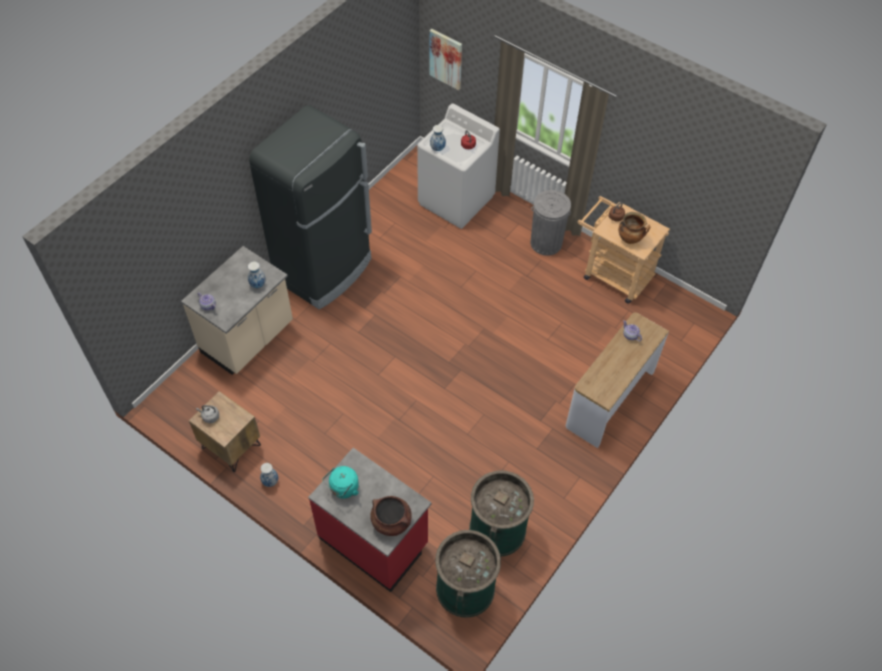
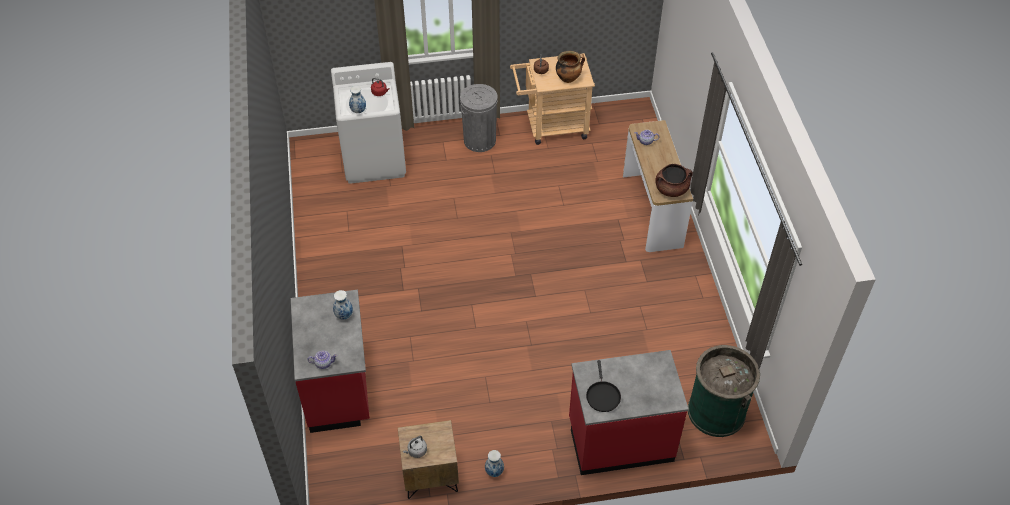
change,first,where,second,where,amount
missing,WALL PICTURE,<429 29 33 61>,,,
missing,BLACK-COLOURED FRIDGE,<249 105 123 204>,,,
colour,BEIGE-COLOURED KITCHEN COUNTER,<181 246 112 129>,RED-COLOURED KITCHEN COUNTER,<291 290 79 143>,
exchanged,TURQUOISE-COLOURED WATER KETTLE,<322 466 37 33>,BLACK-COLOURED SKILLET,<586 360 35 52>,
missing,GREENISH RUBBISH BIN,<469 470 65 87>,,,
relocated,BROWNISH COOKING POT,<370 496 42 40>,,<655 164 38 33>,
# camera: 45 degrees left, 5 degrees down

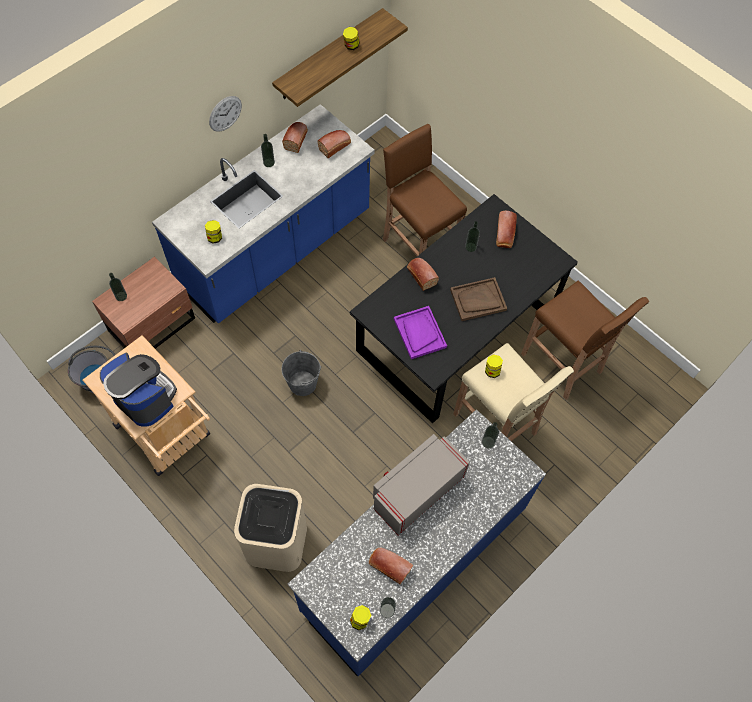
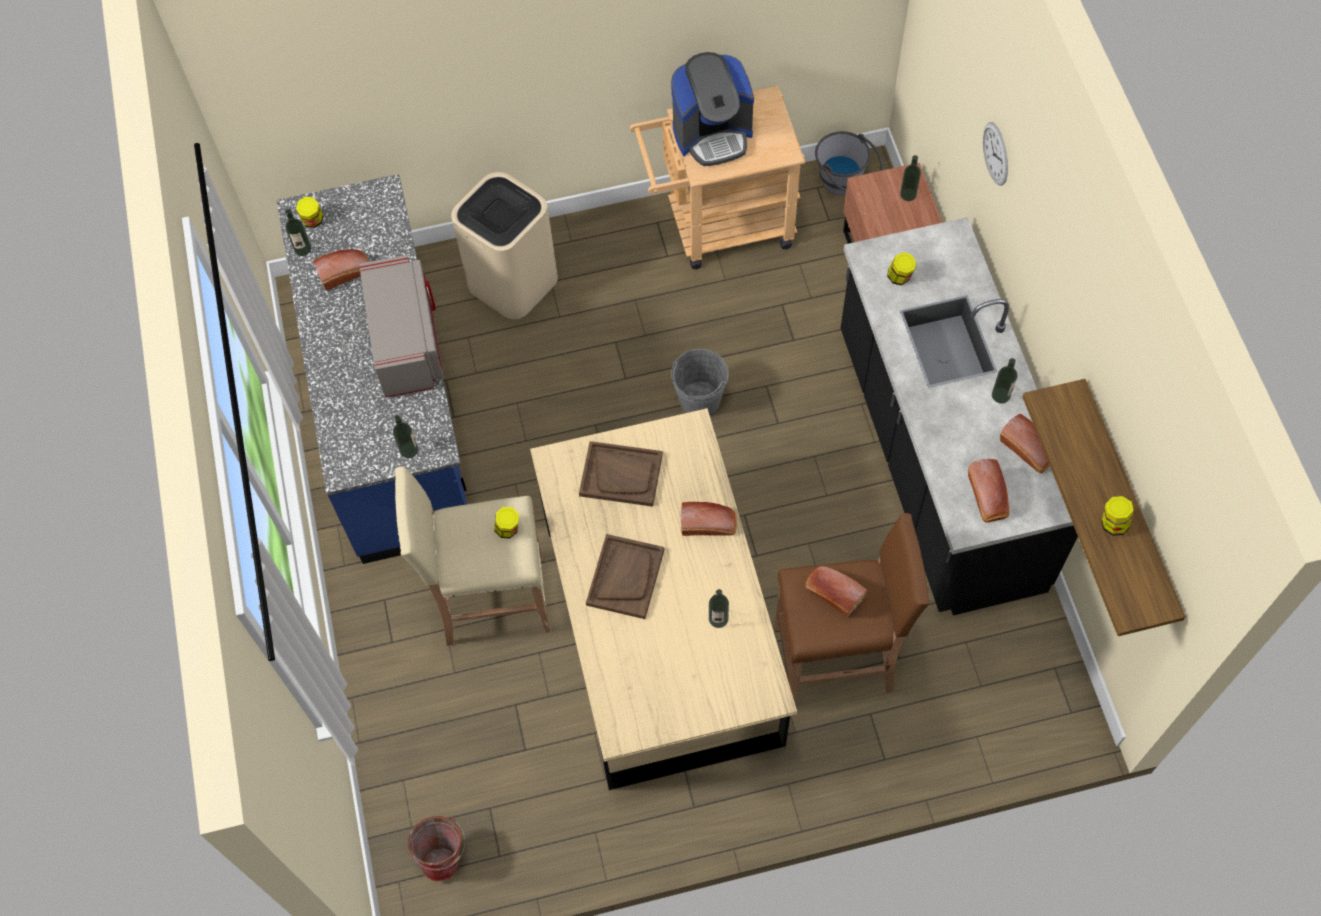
change,first,where,second,where,amount
relocated,WALL CLOCK,<209 96 33 36>,,<983 122 25 64>,
colour,BLUE-COLOURED KITCHEN COUNTER,<152 104 223 220>,BLACK-COLOURED KITCHEN COUNTER,<841 217 237 398>,
colour,BLACK-COLOURED DINNER TABLE,<350 194 228 229>,BEIGE-COLOURED DINNER TABLE,<530 408 267 382>,
relocated,BAKERY BREAD,<496 211 21 37>,,<805 566 62 51>,
missing,BROWNISH STOOL,<521 281 128 119>,,,
colour,PURPLE-COLOURED TRAY,<394 306 53 53>,BROWNISH TRAY,<579 441 84 66>,
appeared,,,PAIL,<408 816 57 66>,
# camera: 125 degrees right, 0 degrees up

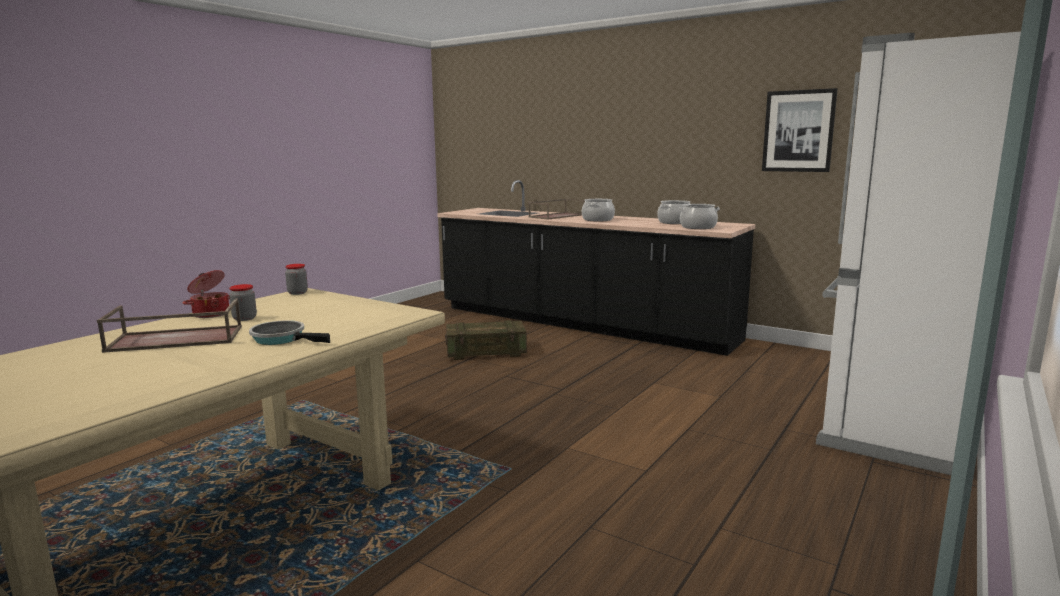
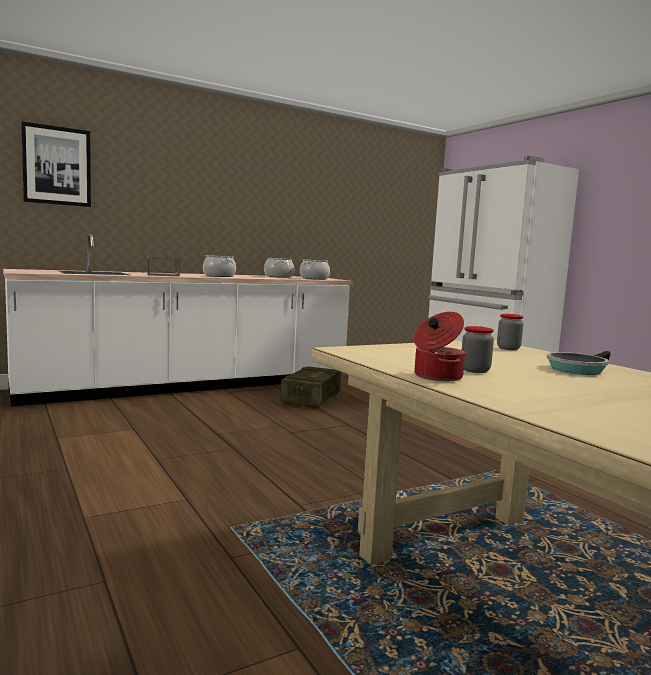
change,first,where,second,where,amount
relocated,WALL PICTURE,<762 88 76 84>,,<21 121 70 86>,
colour,BLACK-COLOURED KITCHEN COUNTER,<437 180 318 176>,WHITE-COLOURED KITCHEN COUNTER,<3 234 350 172>,
relocated,PRESERVE JAR,<285 264 23 31>,,<497 314 26 36>,
missing,BROWNISH TRAY,<97 298 145 55>,,,
relocated,CRATE,<445 320 82 40>,,<280 367 61 42>,
# camera: 65 degrees left, 5 degrees down

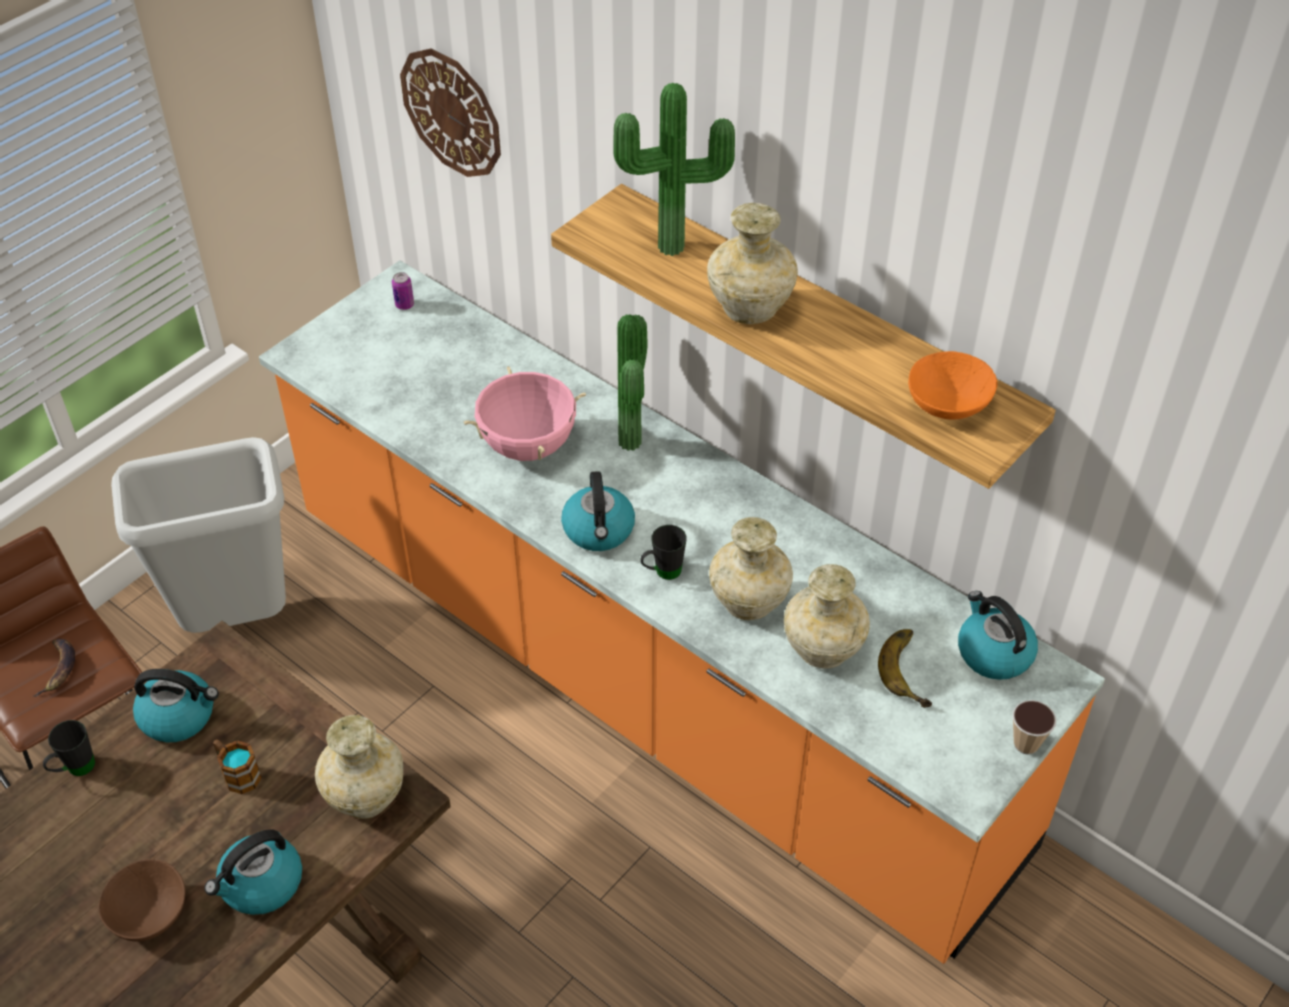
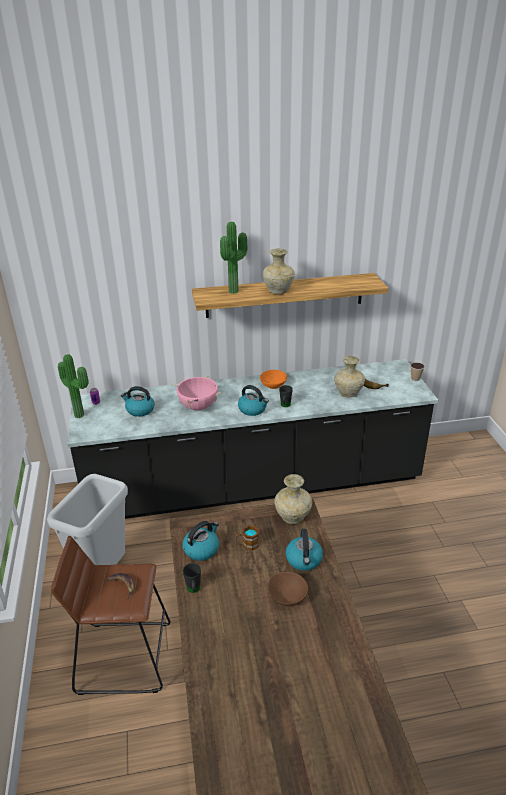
change,first,where,second,where,amount
missing,WALL CLOCK,<400 48 101 129>,,,
colour,ORANGE-COLOURED KITCHEN COUNTER,<259 260 846 704>,BLACK-COLOURED KITCHEN COUNTER,<67 359 371 160>,
relocated,HOUSEPLANT,<617 314 31 137>,,<58 354 31 64>,
relocated,ORANGE-COLOURED BOWL,<908 351 89 69>,,<260 370 27 19>,
missing,BEIGE-COLOURED DECORATIVE VASE,<709 517 84 103>,,,
relocated,WATER KETTLE,<958 591 80 89>,,<121 386 34 31>,
# camera: 50 degrees left, 15 degrees down

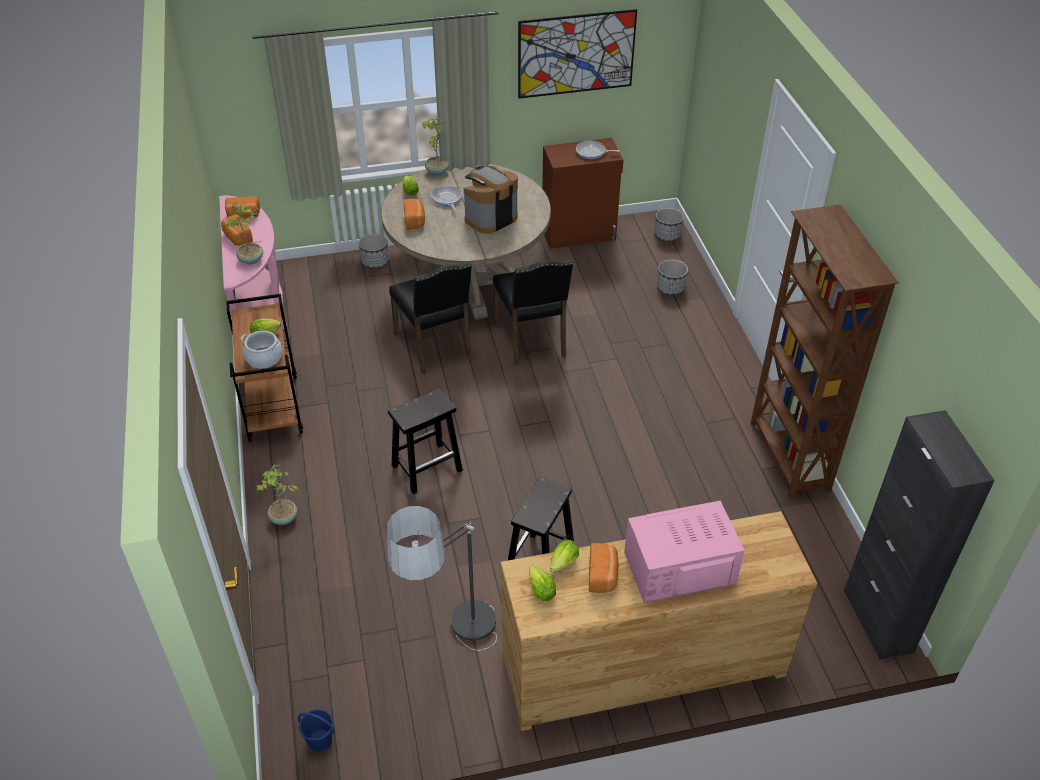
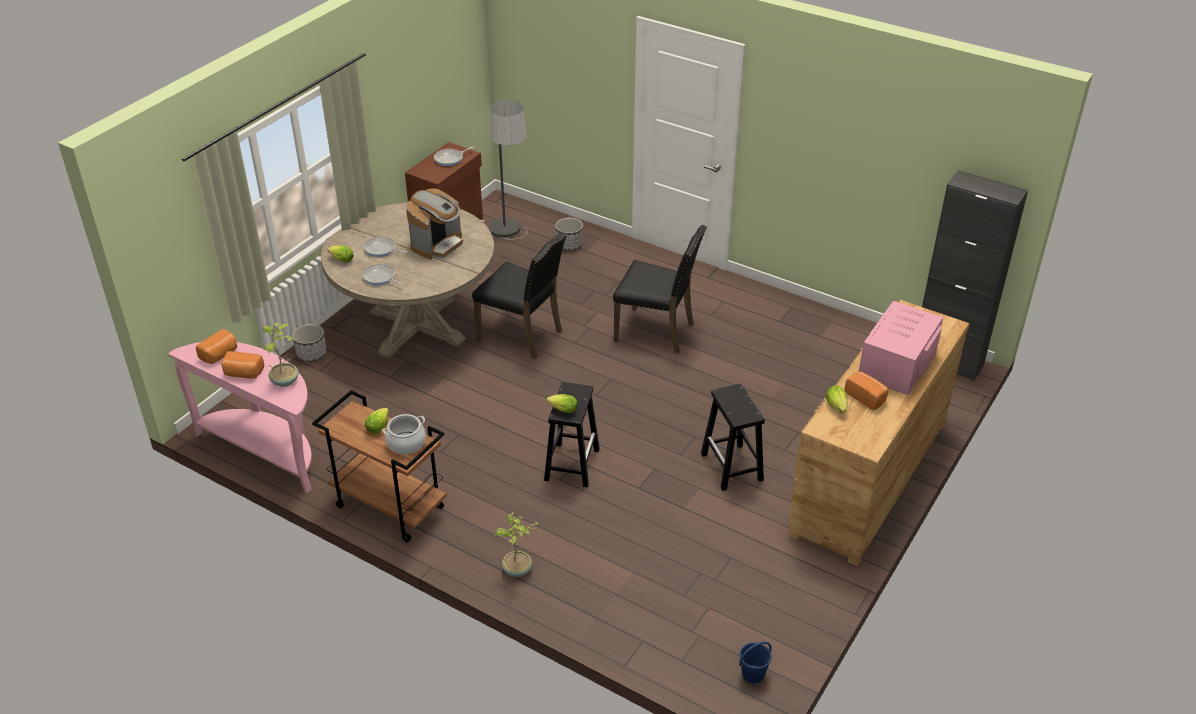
change,first,where,second,where,amount
missing,WALL PICTURE,<518 9 119 90>,,,
missing,HOUSEPLANT,<421 118 28 57>,,,
spun,COFFEE MACHINE,<464 166 54 68>,,<406 188 57 72>,150 degrees counterclockwise
exchanged,BAKERY BREAD,<404 199 21 31>,SKILLET,<362 264 41 21>,
missing,BROWNISH BOOKSHELF,<751 204 148 295>,,,
missing,PLANT POT,<654 208 30 34>,,,
relocated,BLACK-COLOURED PLAIN CHAIR,<389 262 83 112>,,<613 225 94 129>,
relocated,STANDING LAMP,<387 506 110 145>,,<489 100 38 139>,
relocated,LETTUCE,<529 566 27 35>,,<546 394 32 19>,
# camera: 45 degrees left, 5 degrees down

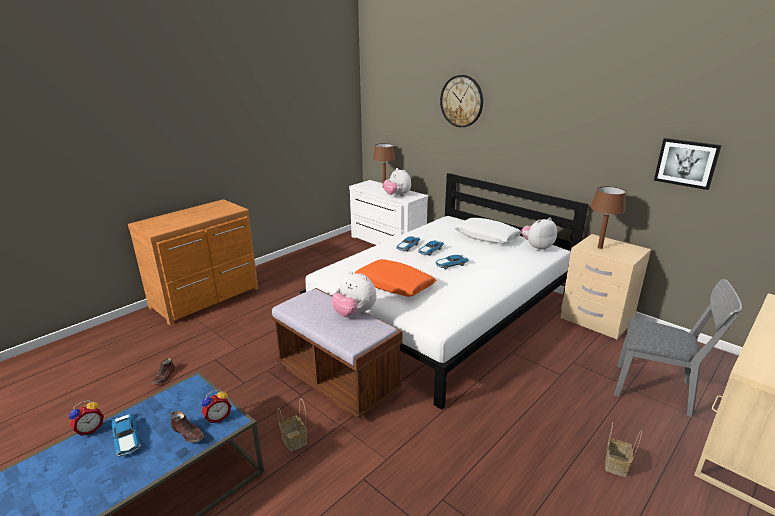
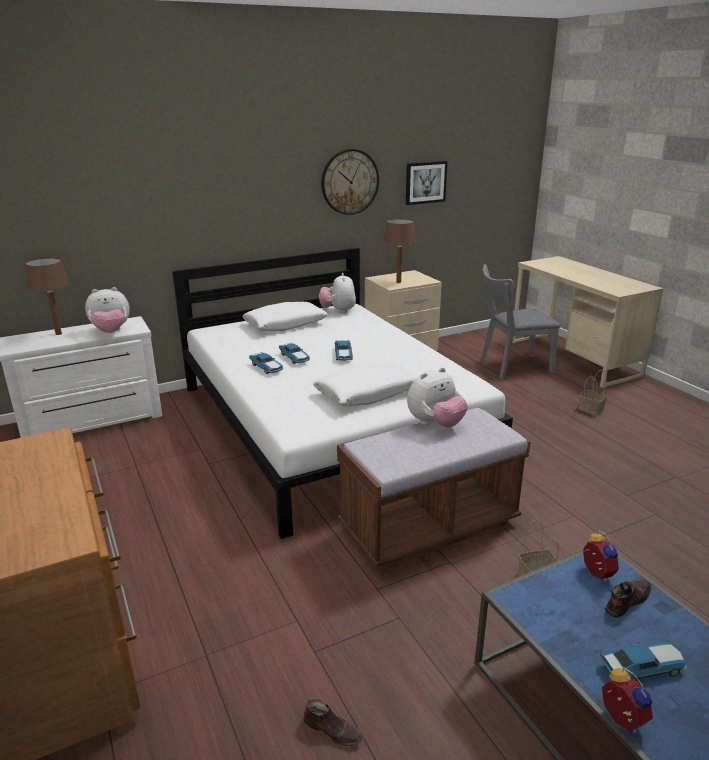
change,first,where,second,where,amount
relocated,WALL CLOCK,<440 75 43 52>,,<321 149 58 66>,
colour,ORANGE-COLOURED CUSHION,<355 259 81 38>,WHITE-COLOURED CUSHION,<313 361 105 45>,
spun,GRAY PLAIN CHAIR,<614 279 128 138>,,<481 264 79 115>,150 degrees counterclockwise
# camera: 70 degrees left, 0 degrees up

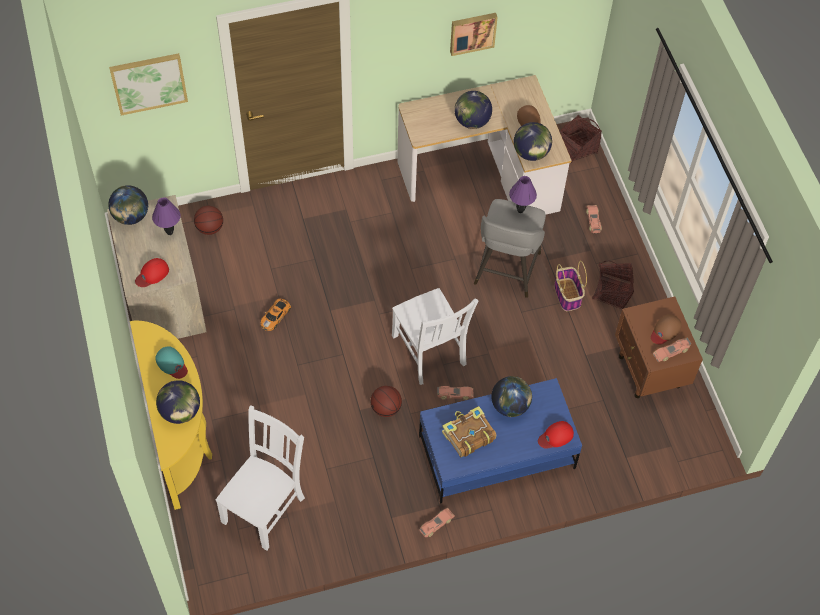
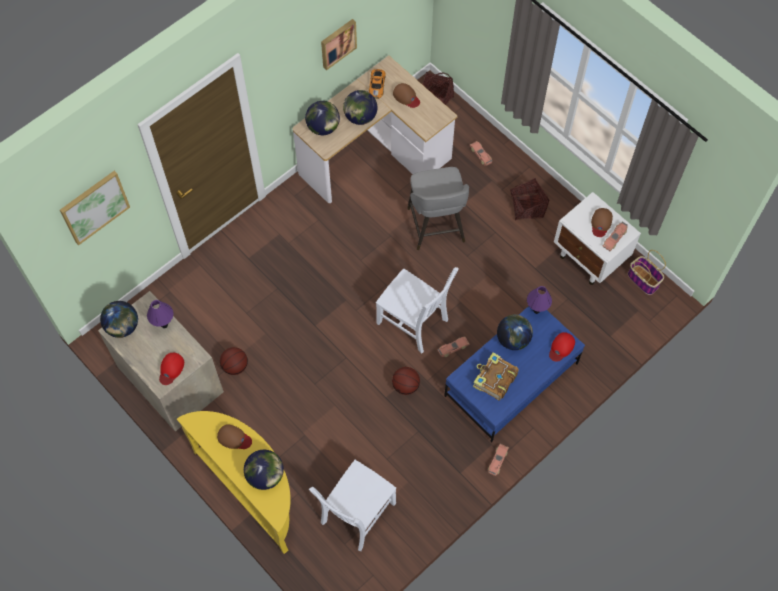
change,first,where,second,where,amount
relocated,WORLD GLOBE,<514 122 38 39>,,<305 101 35 34>,
relocated,PURPLE-COLOURED LAMP FOR A TABLE,<509 176 28 37>,,<527 286 25 28>,
relocated,BASKETBALL,<194 206 29 29>,,<220 347 28 28>,
relocated,BASKET,<554 261 33 50>,,<628 250 38 45>,
colour,BROWNISH BEDSIDE TABLE,<615 296 88 102>,WHITE-COLOURED BEDSIDE TABLE,<554 192 87 93>,
relocated,MODEL CAR,<261 299 30 32>,,<369 69 17 30>,
colour,TURQUOISE-COLOURED BASEBALL CAP,<155 346 33 33>,BROWNISH BASEBALL CAP,<217 424 35 25>,
spun,WHITE-COLOURED PLAIN CHAIR,<216 405 89 146>,,<309 460 87 91>,150 degrees counterclockwise
# camera: 25 degrees left, 5 degrees up

